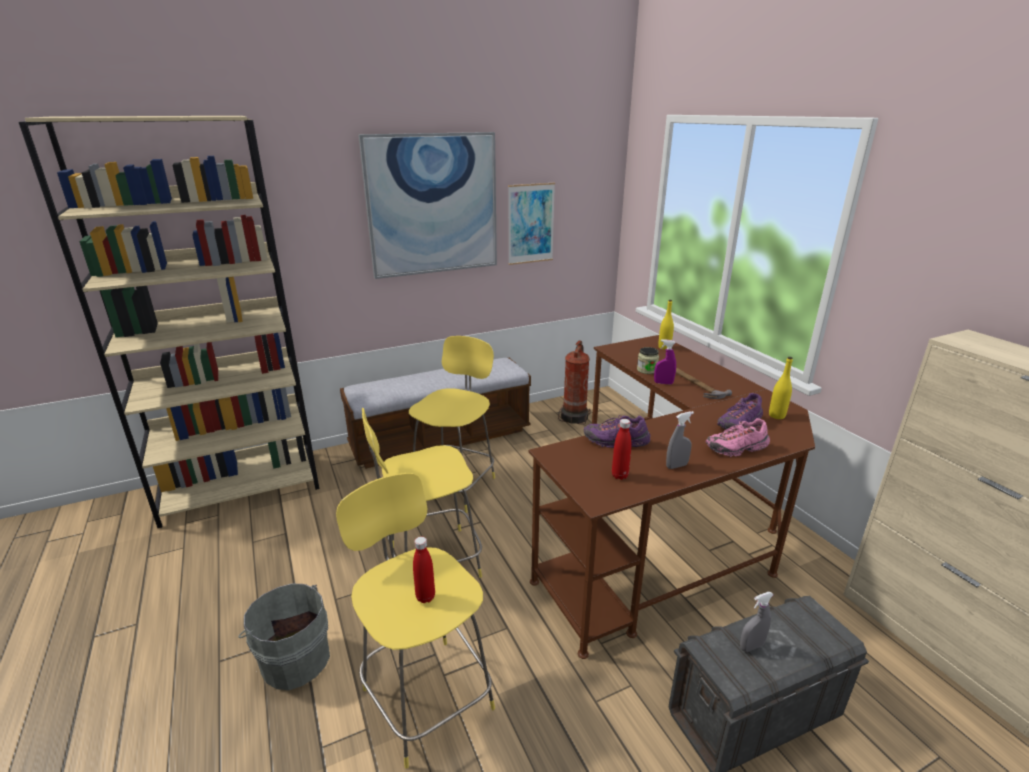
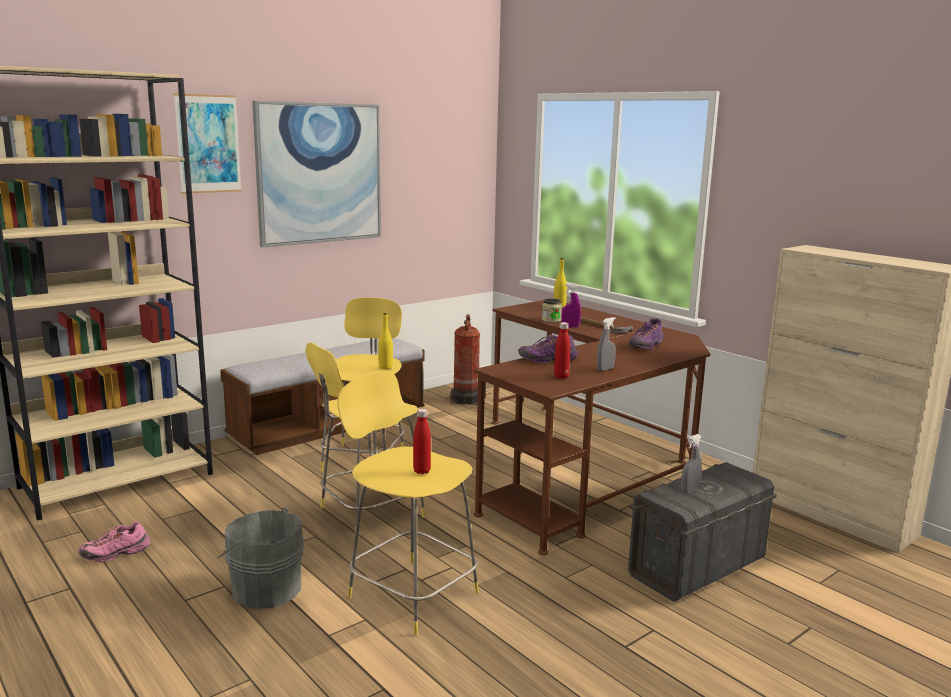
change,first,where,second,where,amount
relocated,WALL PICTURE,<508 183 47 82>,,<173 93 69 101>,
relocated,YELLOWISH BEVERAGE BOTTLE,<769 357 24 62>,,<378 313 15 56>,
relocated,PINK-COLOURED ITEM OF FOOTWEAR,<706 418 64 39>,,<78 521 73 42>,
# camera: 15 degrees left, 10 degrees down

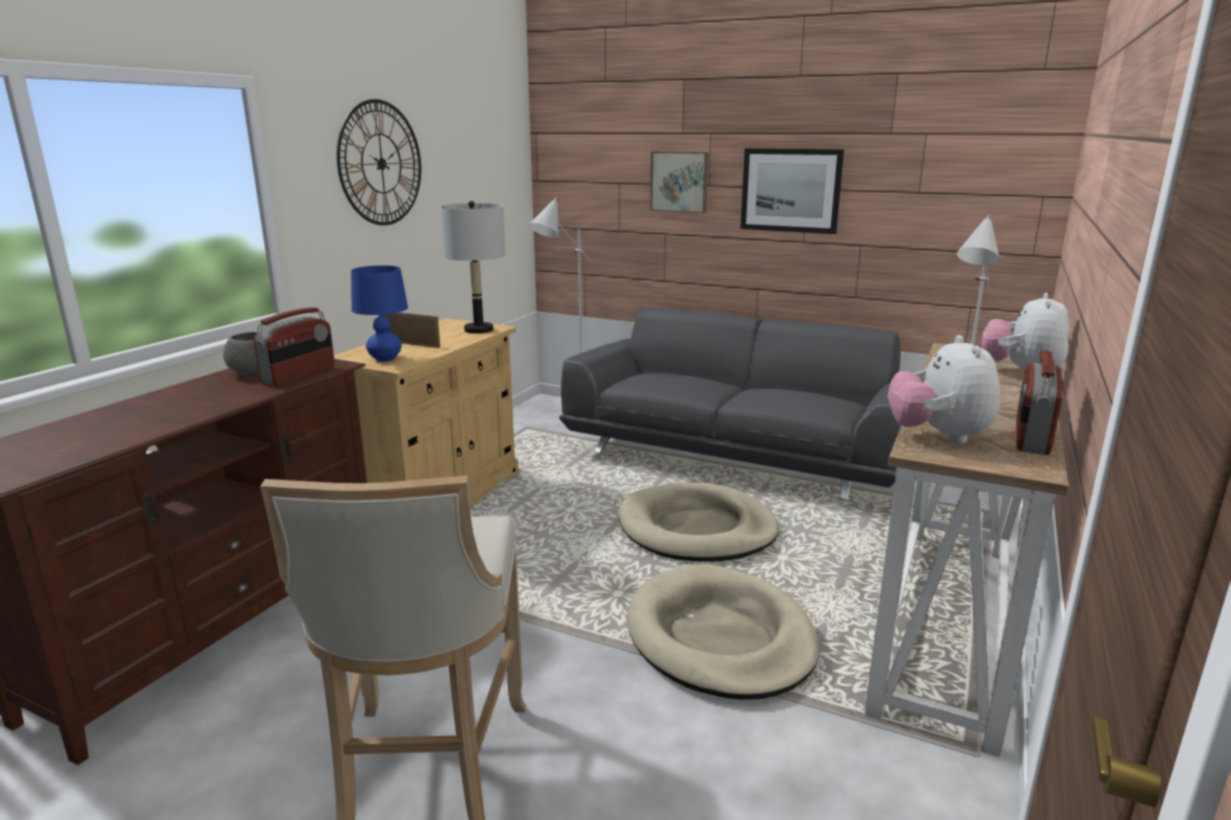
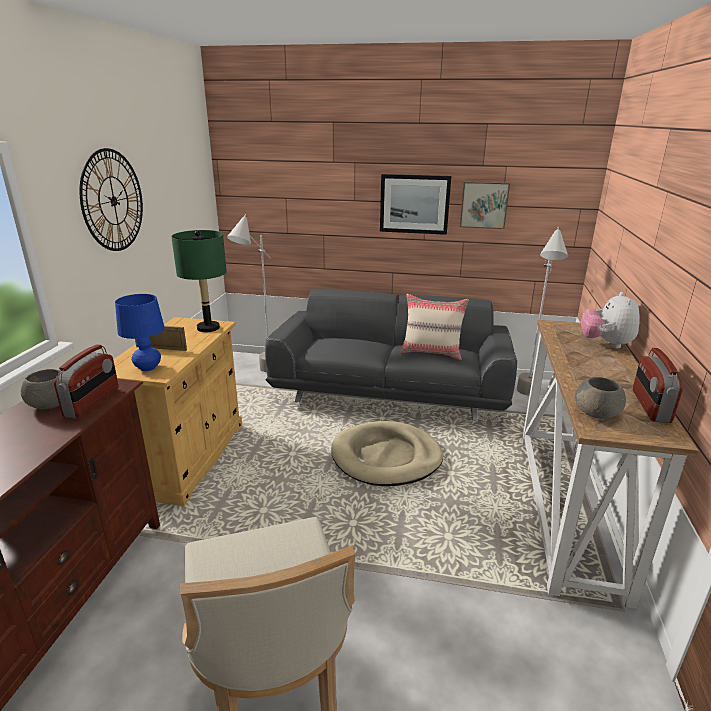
change,first,where,second,where,amount
relocated,WALL PICTURE,<650 151 59 62>,,<460 181 50 48>,
colour,GRAY LAMP FOR A TABLE,<439 201 67 133>,GREENISH LAMP FOR A TABLE,<171 230 56 102>,
exchanged,PLUSH TOY,<887 335 113 109>,GRAY BOWL,<575 377 51 42>,
missing,BEIGE-COLOURED PET BED,<627 564 192 136>,,,
appeared,,,BEIGE-COLOURED CUSHION,<400 294 69 66>,
# camera: 15 degrees left, 5 degrees up

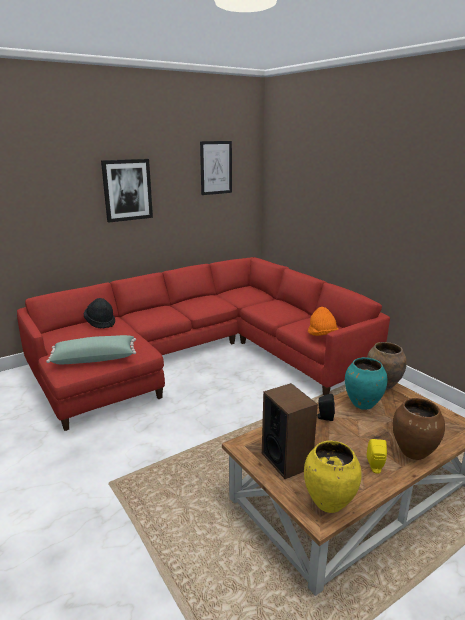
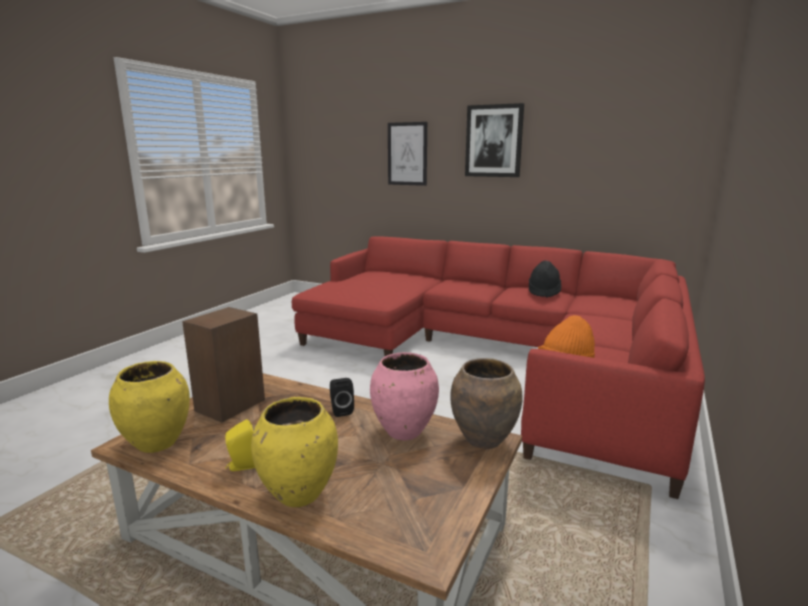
change,first,where,second,where,amount
relocated,WALL PICTURE,<200 141 32 54>,,<388 122 39 64>,
relocated,BLACK-COLOURED HAT,<84 298 31 31>,,<529 260 32 38>,
missing,GREENISH CUSHION,<46 335 90 29>,,,
colour,TURQUOISE-COLOURED DECORATIVE VASE,<345 357 42 53>,PINK-COLOURED DECORATIVE VASE,<370 352 69 89>,
colour,BROWNISH DECORATIVE VASE,<393 398 52 62>,YELLOWISH DECORATIVE VASE,<251 397 87 110>,
# camera: 60 degrees right, 5 degrees down

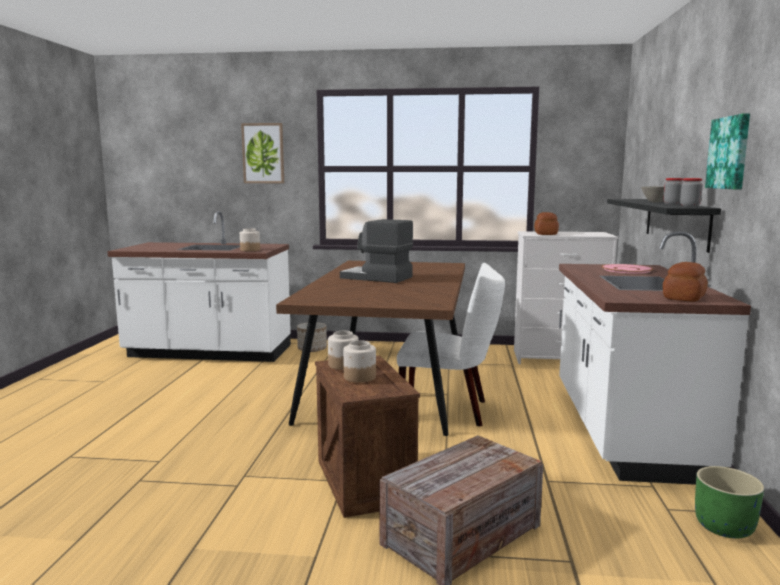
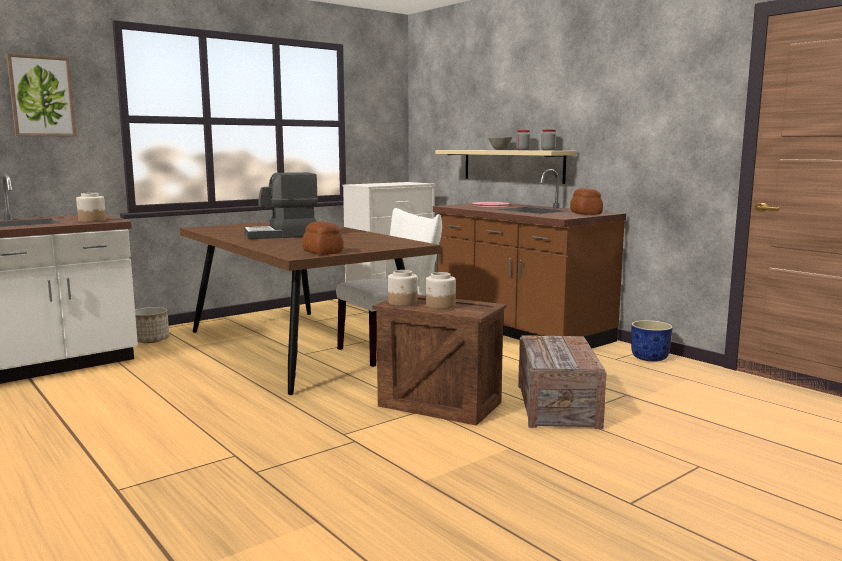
change,first,where,second,where,amount
missing,WALL PICTURE,<705 113 45 76>,,,
colour,BLACK-COLOURED BRACKET SHELF,<607 199 114 54>,BEIGE-COLOURED BRACKET SHELF,<435 150 141 34>,
relocated,BAKERY BREAD,<534 212 25 23>,,<302 221 41 34>,
colour,WHITE-COLOURED KITCHEN COUNTER,<559 231 192 254>,BROWNISH KITCHEN COUNTER,<433 169 193 179>,
colour,GREENISH PLANT POT,<695 466 69 72>,BLUE-COLOURED PLANT POT,<631 320 42 41>,
# camera: 45 degrees left, 0 degrees up

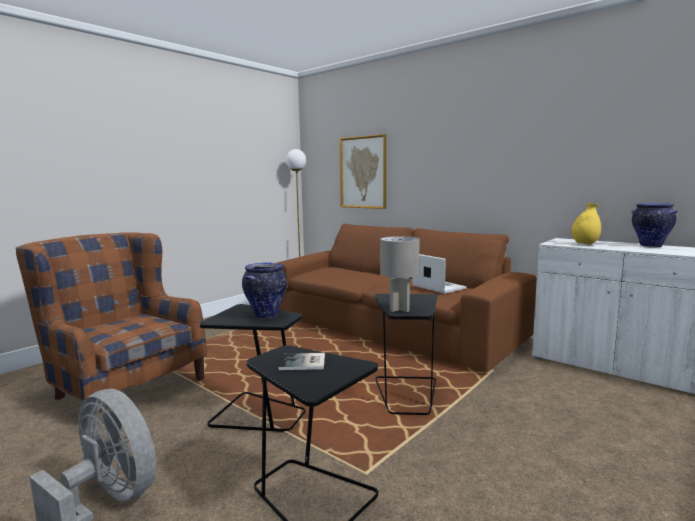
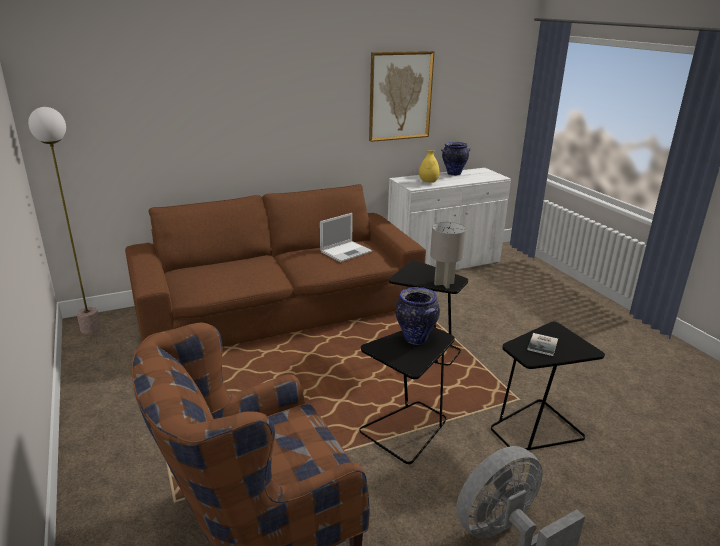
change,first,where,second,where,amount
relocated,WALL PICTURE,<339 134 47 75>,,<369 51 66 91>,
spun,NOTEBOOK COMPUTER,<412 254 54 40>,,<320 213 52 49>,150 degrees clockwise
# camera: 65 degrees left, 15 degrees up

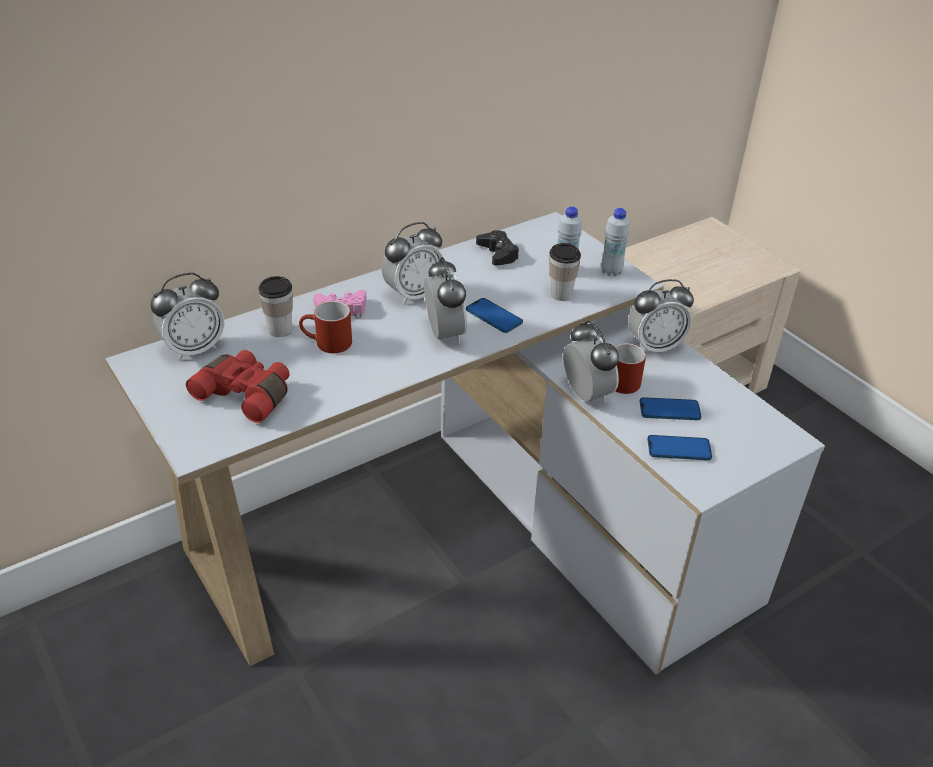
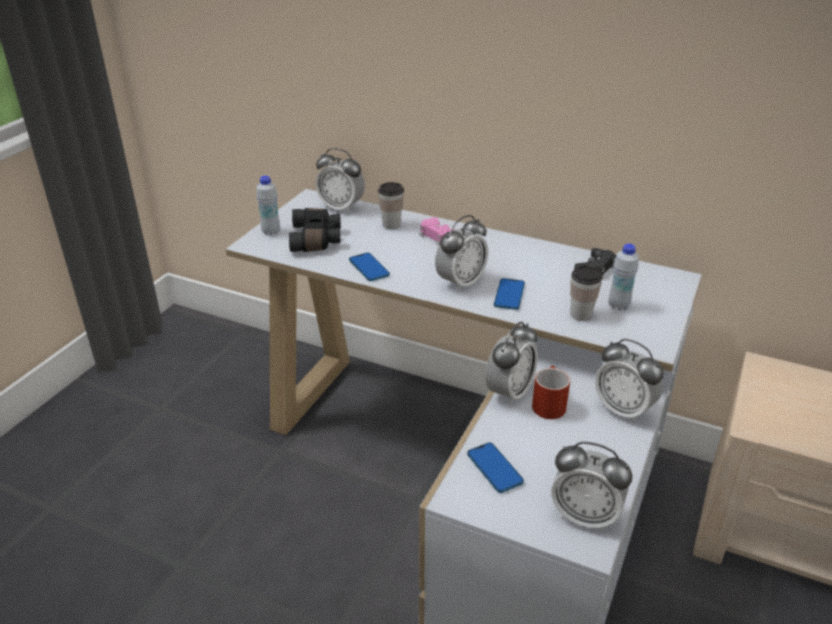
change,first,where,second,where,amount
relocated,WHITE-COLOURED BEVERAGE BOTTLE,<601 208 29 68>,,<256 176 24 59>,
relocated,TABLE CLOCK,<382 222 61 83>,,<551 442 81 90>,
missing,RED-COLOURED COFFEE MUG,<299 301 53 52>,,,
colour,RED-COLOURED PAIR OF BINOCULARS,<186 350 103 73>,BLACK-COLOURED PAIR OF BINOCULARS,<289 208 52 44>,
relocated,PHONE,<639 397 62 23>,,<349 253 41 28>,
# camera: 60 degrees right, 5 degrees down

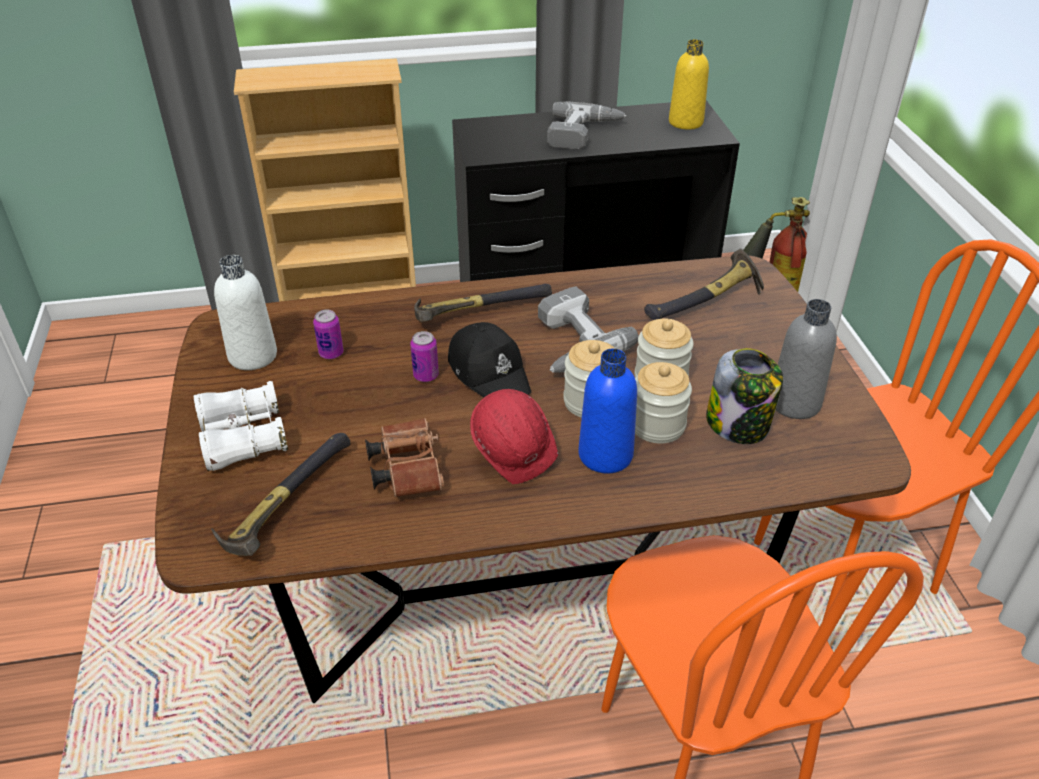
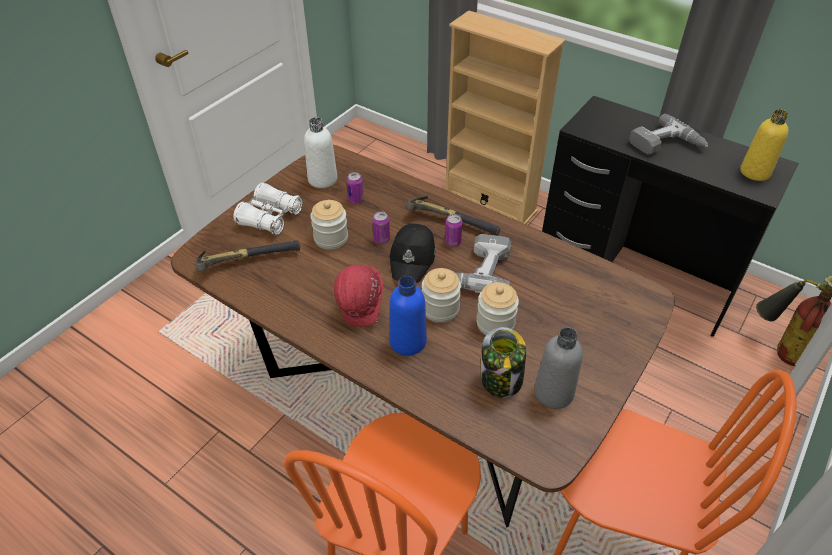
change,first,where,second,where,amount
missing,HAMMER,<644 249 120 71>,,,
relocated,PRESERVE JAR,<635 362 57 82>,,<310 200 38 50>,
missing,BROWNISH PAIR OF BINOCULARS,<365 418 79 79>,,,
appeared,,,METAL CAN,<445 214 18 33>,
# camera: 45 degrees right, 5 degrees up

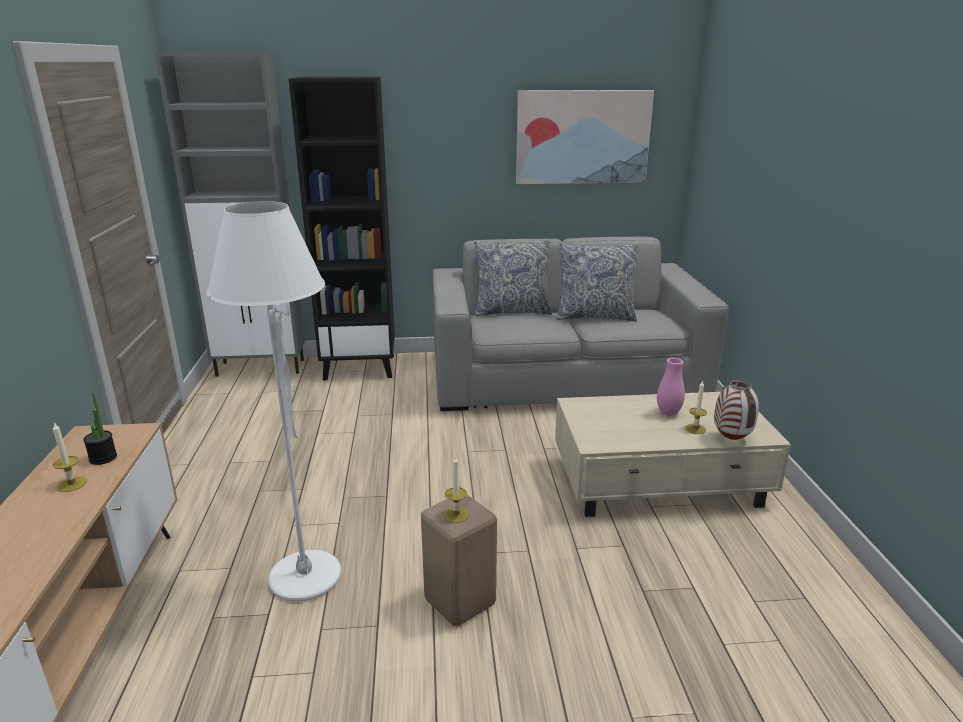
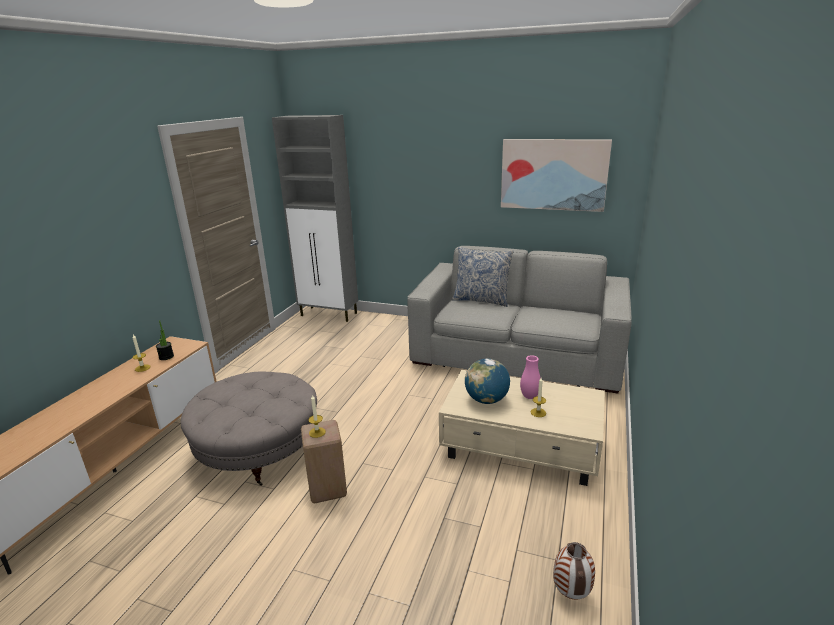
change,first,where,second,where,amount
missing,BLACK-COLOURED BOOKSHELF,<289 77 106 303>,,,
exchanged,WHITE-COLOURED STANDING LAMP,<207 201 134 401>,GRAY POUFFE,<180 371 137 115>,
missing,CUSHION,<557 242 82 80>,,,
relocated,DECORATIVE VASE,<714 379 45 61>,,<553 542 42 58>,
appeared,,,WORLD GLOBE,<465 358 45 46>,
# camera: 25 degrees right, 0 degrees up

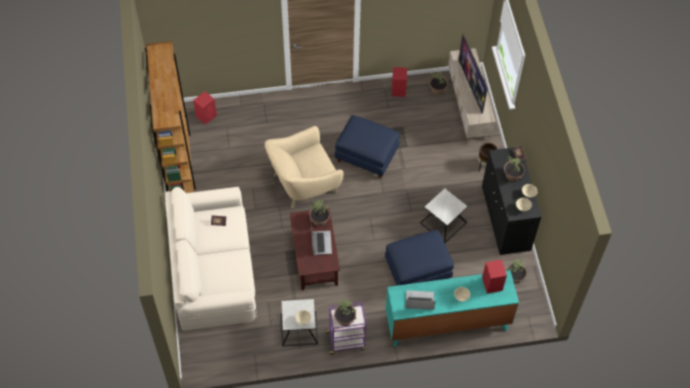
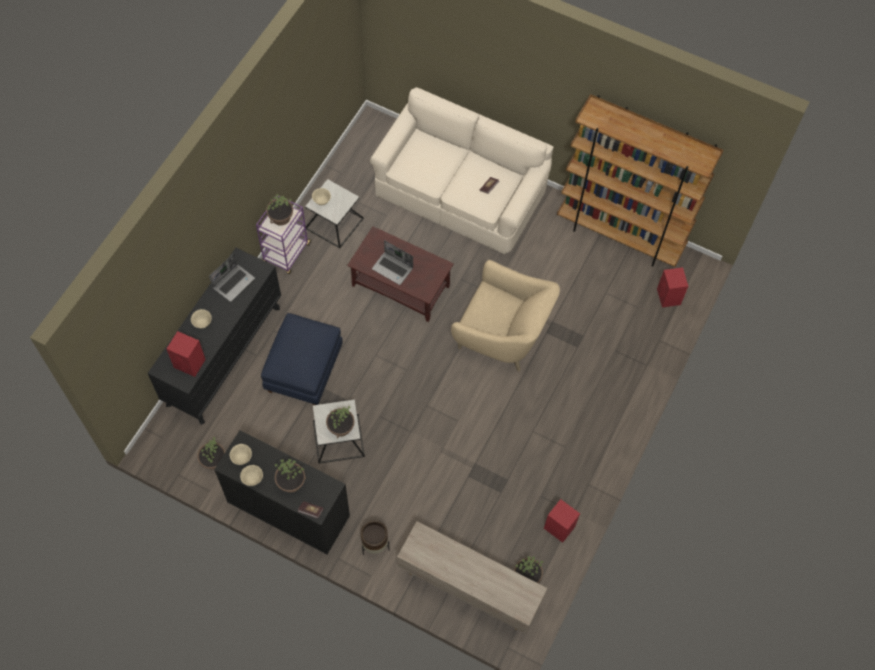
change,first,where,second,where,amount
missing,TV,<458 34 30 80>,,,
missing,BLUE-COLOURED POUFFE,<335 115 65 63>,,,
spun,BEIGE-COLOURED ARMCHAIR,<265 126 79 83>,,<451 260 109 112>,105 degrees clockwise
relocated,HOUSEPLANT,<309 200 21 26>,,<326 406 29 32>,
colour,TURQUOISE-COLOURED DRESSER,<386 270 133 77>,BLACK-COLOURED DRESSER,<148 248 133 177>,
# camera: 125 degrees right, 5 degrees up

